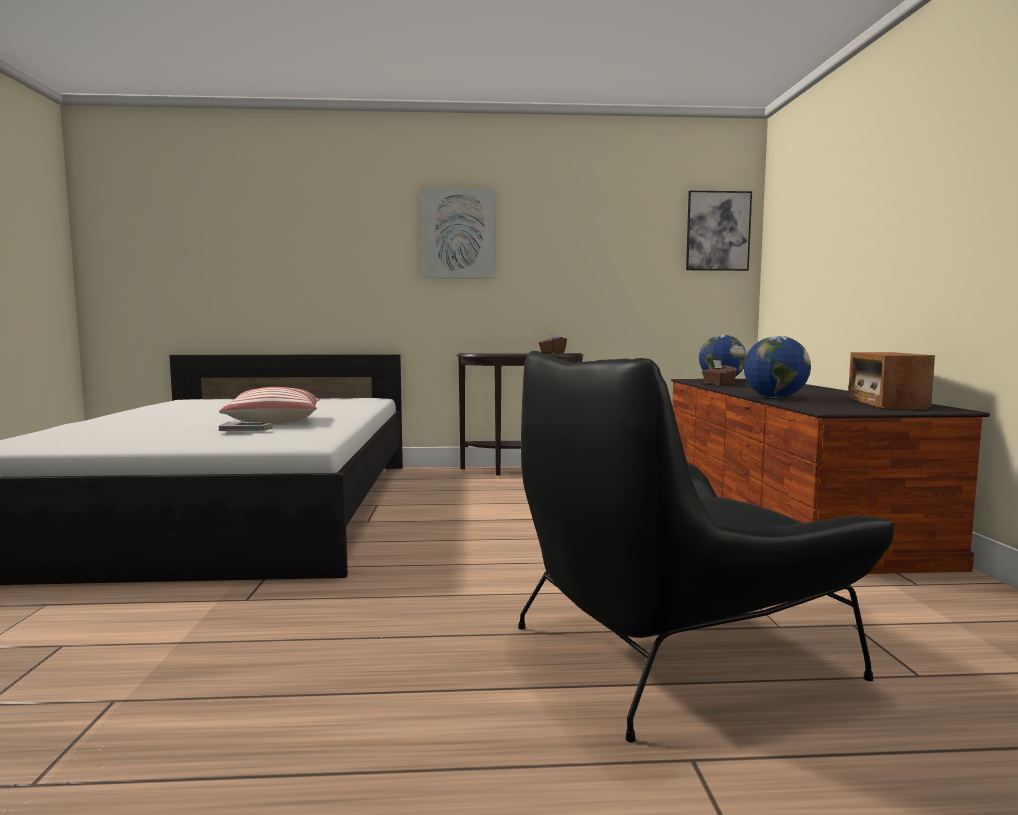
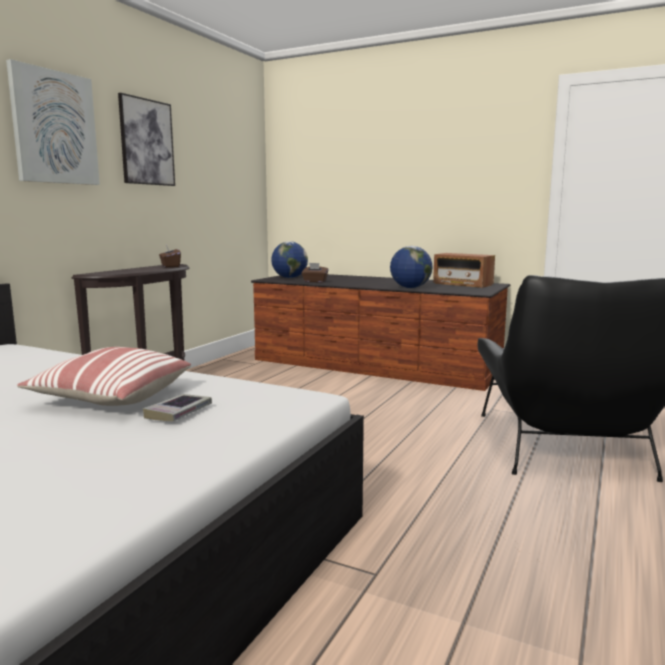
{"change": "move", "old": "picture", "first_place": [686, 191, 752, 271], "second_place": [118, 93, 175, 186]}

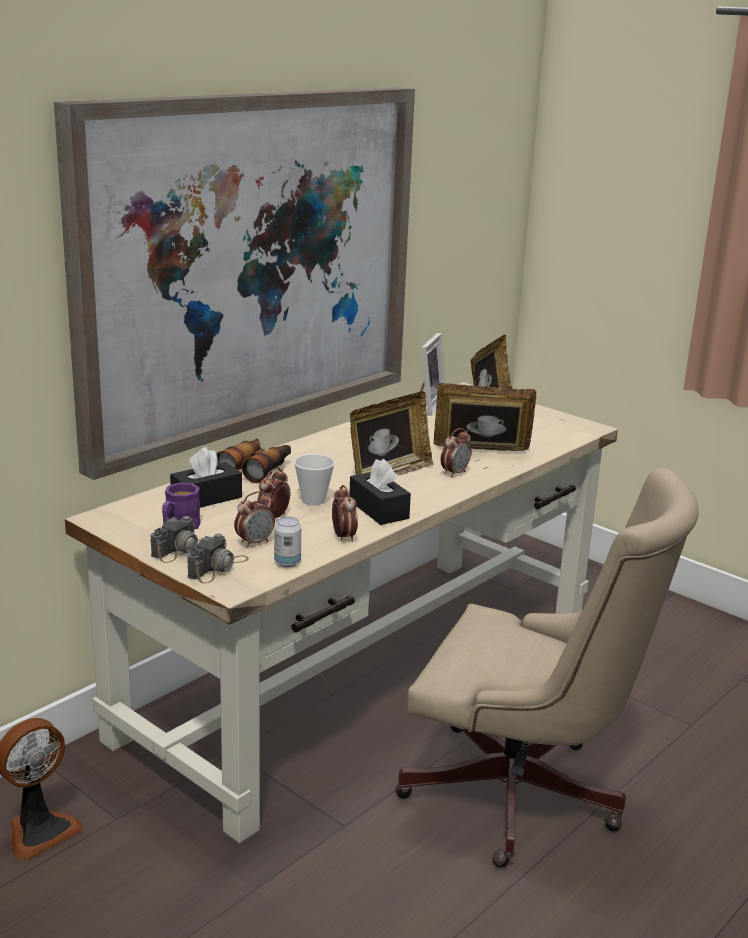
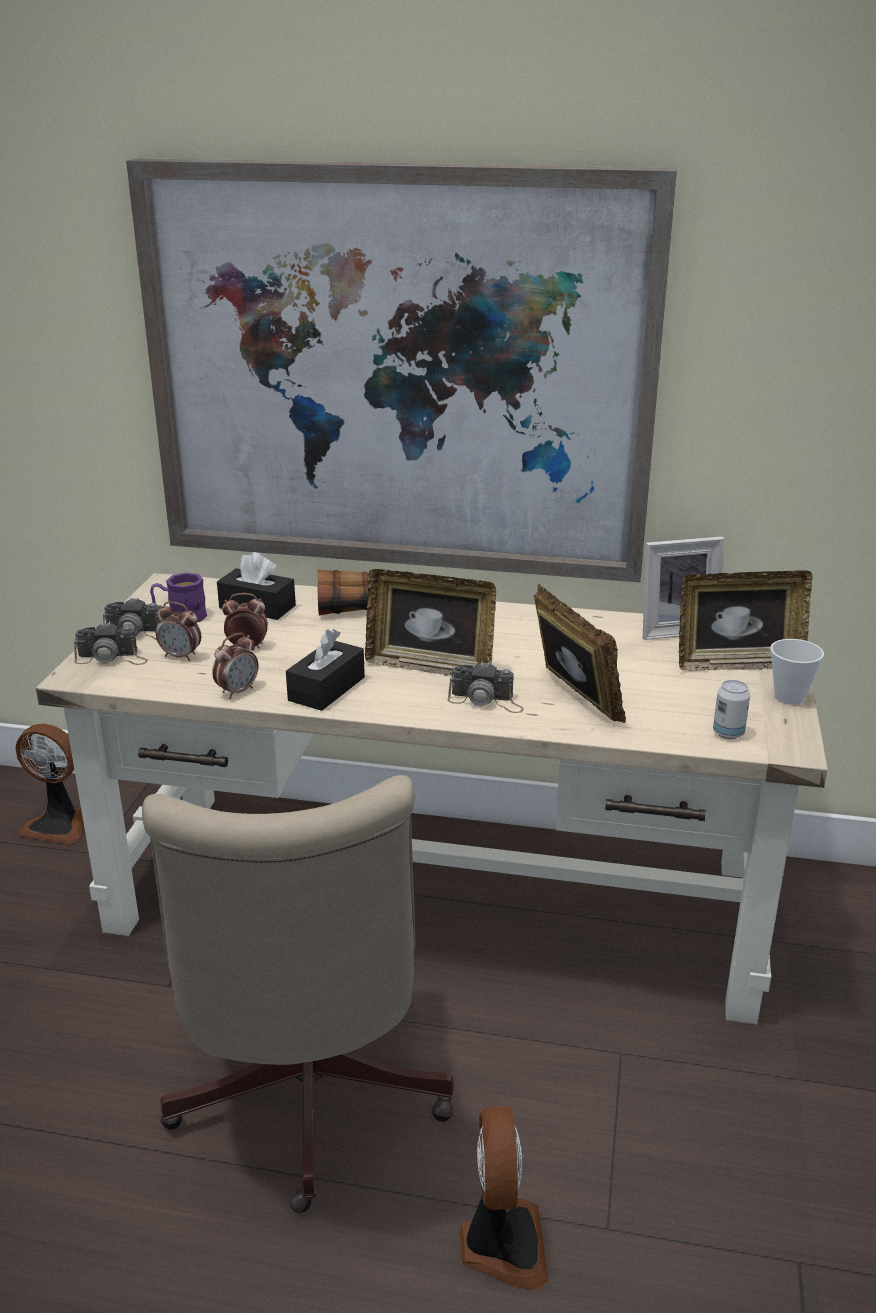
{"change": "move", "old": "metal can", "first_place": [274, 517, 301, 567], "second_place": [713, 680, 750, 739]}
{"change": "move", "old": "cup", "first_place": [294, 454, 335, 505], "second_place": [770, 639, 824, 705]}
{"change": "replace", "old": "alarm clock", "new": "still camera", "first_place": [441, 428, 472, 477], "second_place": [448, 661, 524, 713]}
{"change": "insert", "new": "cooling fan", "second_place": [459, 1106, 549, 1290]}

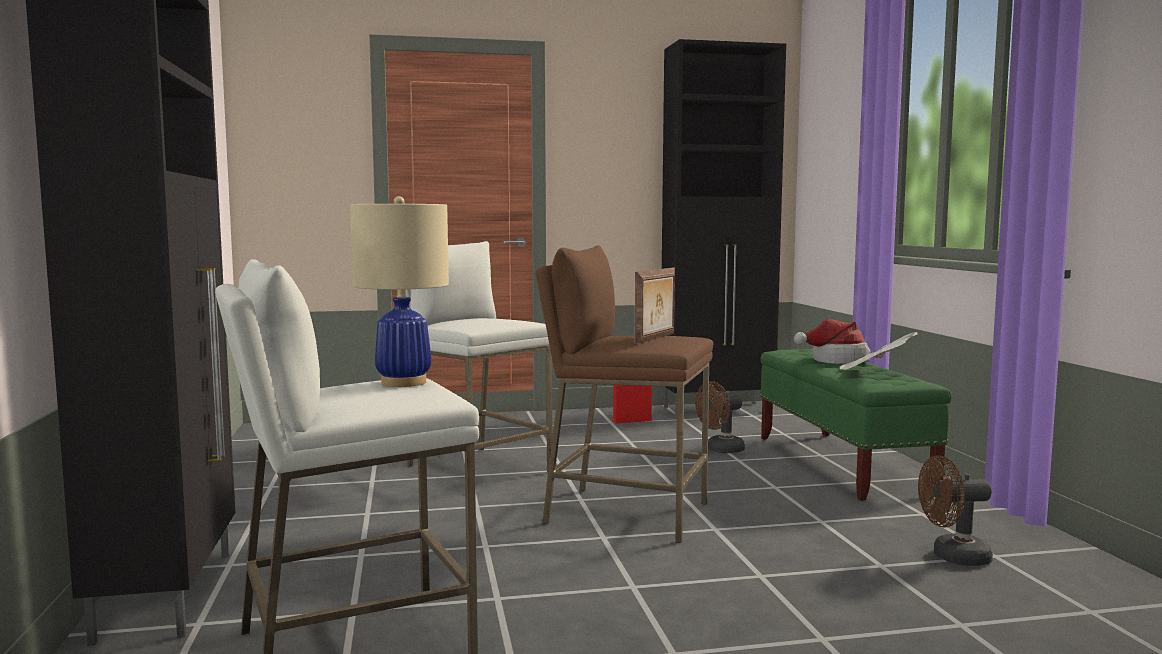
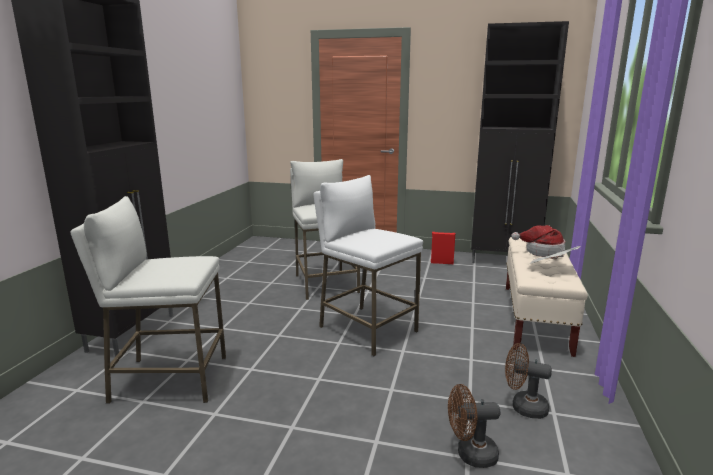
{"change": "delete", "old": "sand-coloured table lamp", "first_place": [350, 196, 449, 387]}
{"change": "recolor", "old": "brown-coloured sitting stool", "new": "white-coloured sitting stool", "first_place": [536, 245, 713, 543], "second_place": [313, 175, 423, 356]}
{"change": "delete", "old": "photo frame", "first_place": [634, 268, 675, 344]}
{"change": "move", "old": "brown-coloured cooling fan", "first_place": [695, 381, 745, 453], "second_place": [448, 384, 500, 468]}
{"change": "recolor", "old": "greenish long seat", "new": "sand-coloured long seat", "first_place": [760, 349, 952, 501], "second_place": [506, 237, 588, 357]}

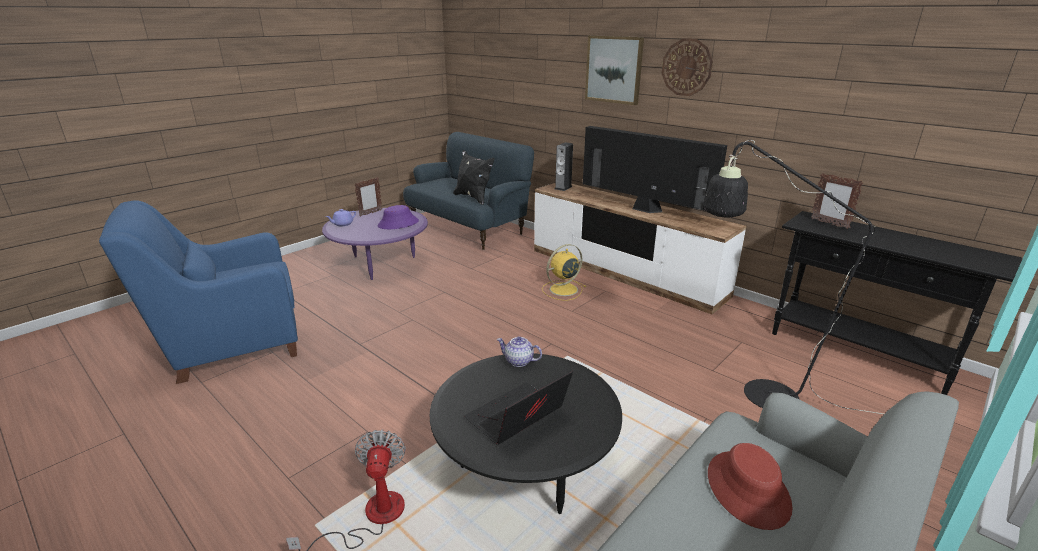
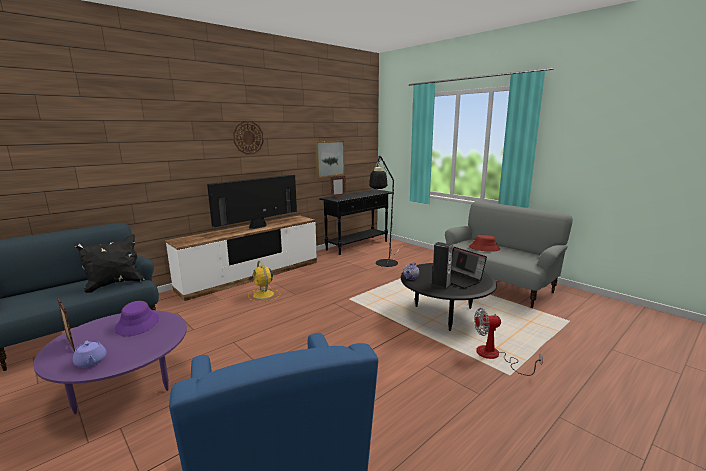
{"change": "move", "old": "loudspeaker", "first_place": [555, 142, 573, 191], "second_place": [431, 242, 453, 290]}
{"change": "move", "old": "picture", "first_place": [585, 35, 644, 105], "second_place": [315, 141, 345, 178]}

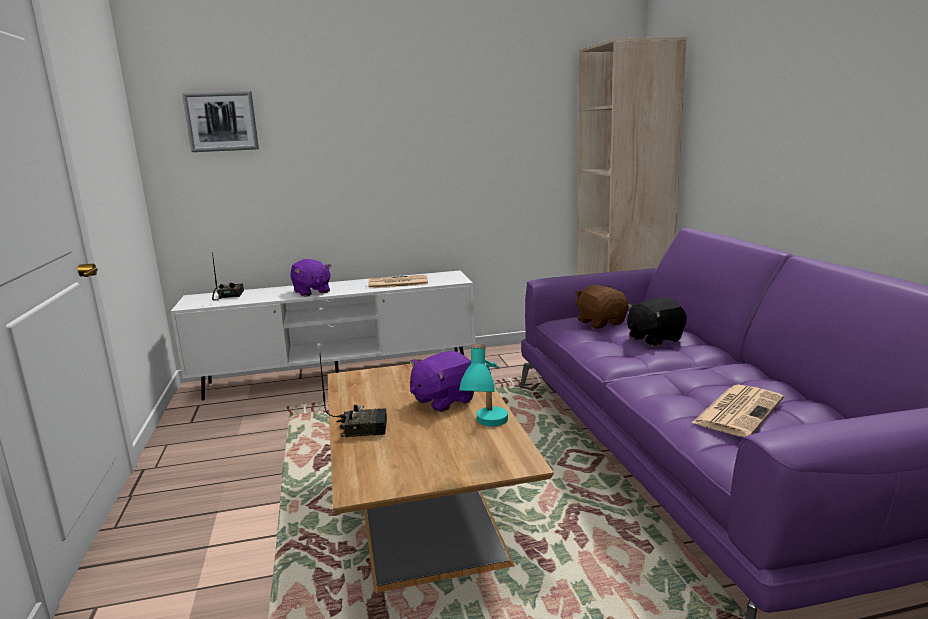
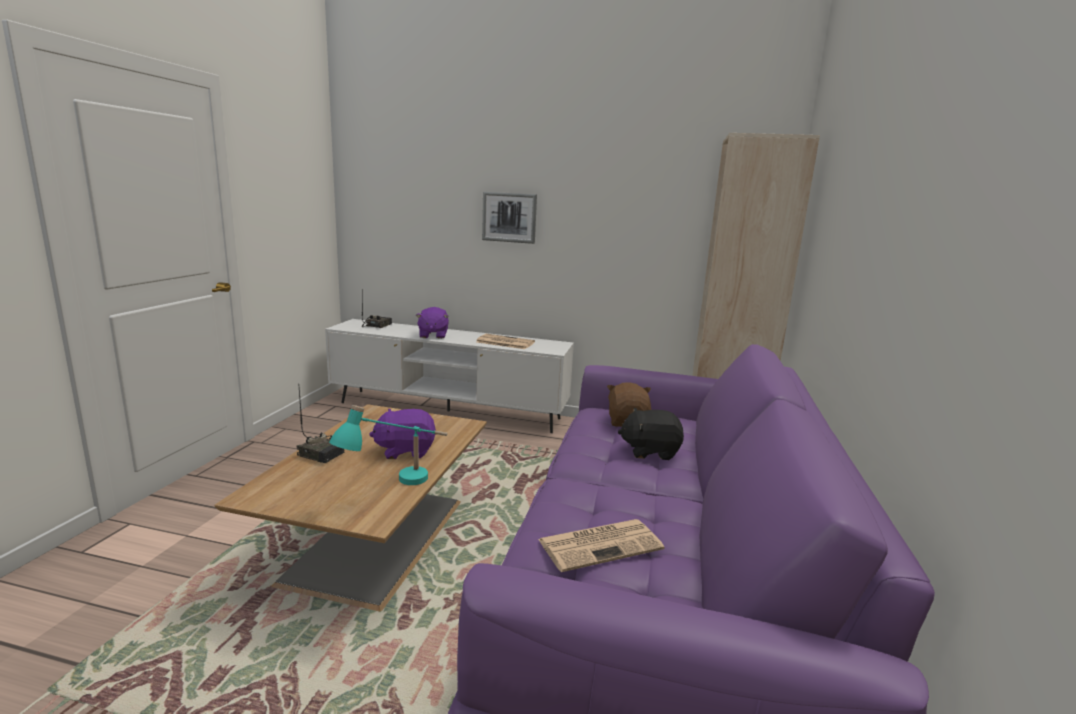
{"change": "move", "old": "picture", "first_place": [182, 91, 259, 152], "second_place": [482, 192, 537, 244]}

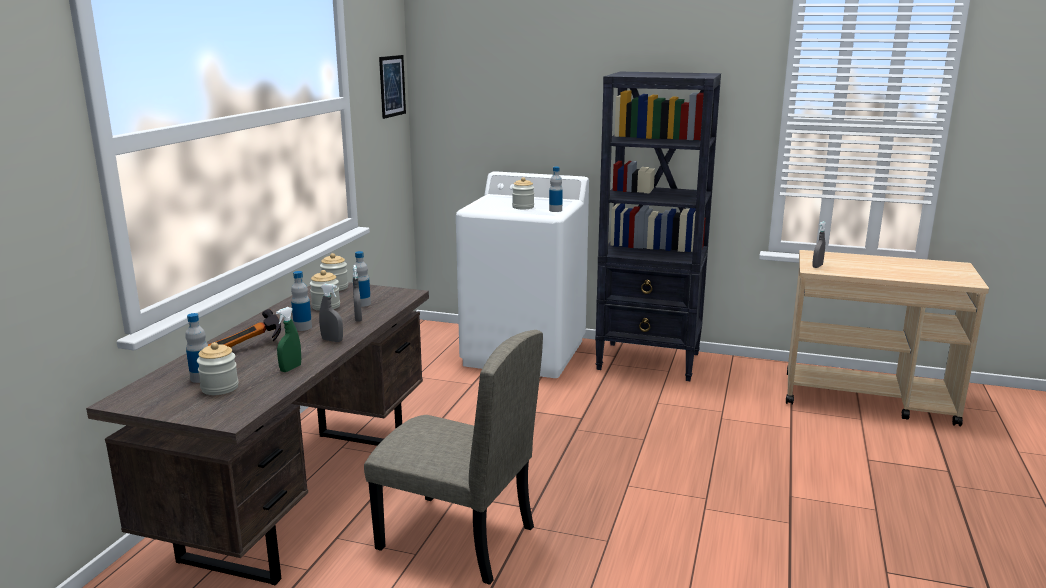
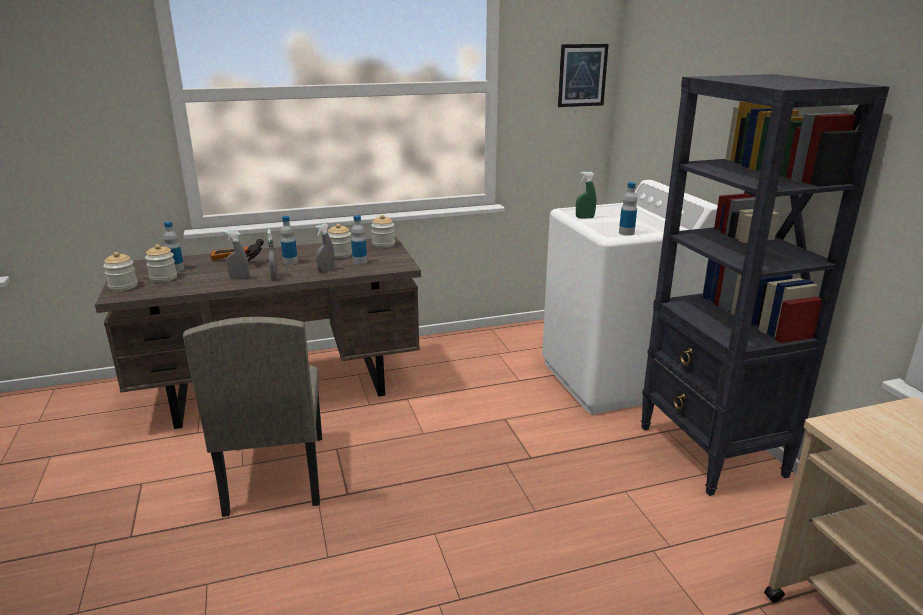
{"change": "move", "old": "greenish sprayer", "first_place": [276, 307, 301, 372], "second_place": [576, 172, 596, 219]}
{"change": "move", "old": "preserve jar", "first_place": [512, 177, 534, 209], "second_place": [103, 252, 138, 291]}
{"change": "move", "old": "greyish sprayer", "first_place": [812, 221, 826, 268], "second_place": [225, 231, 249, 279]}

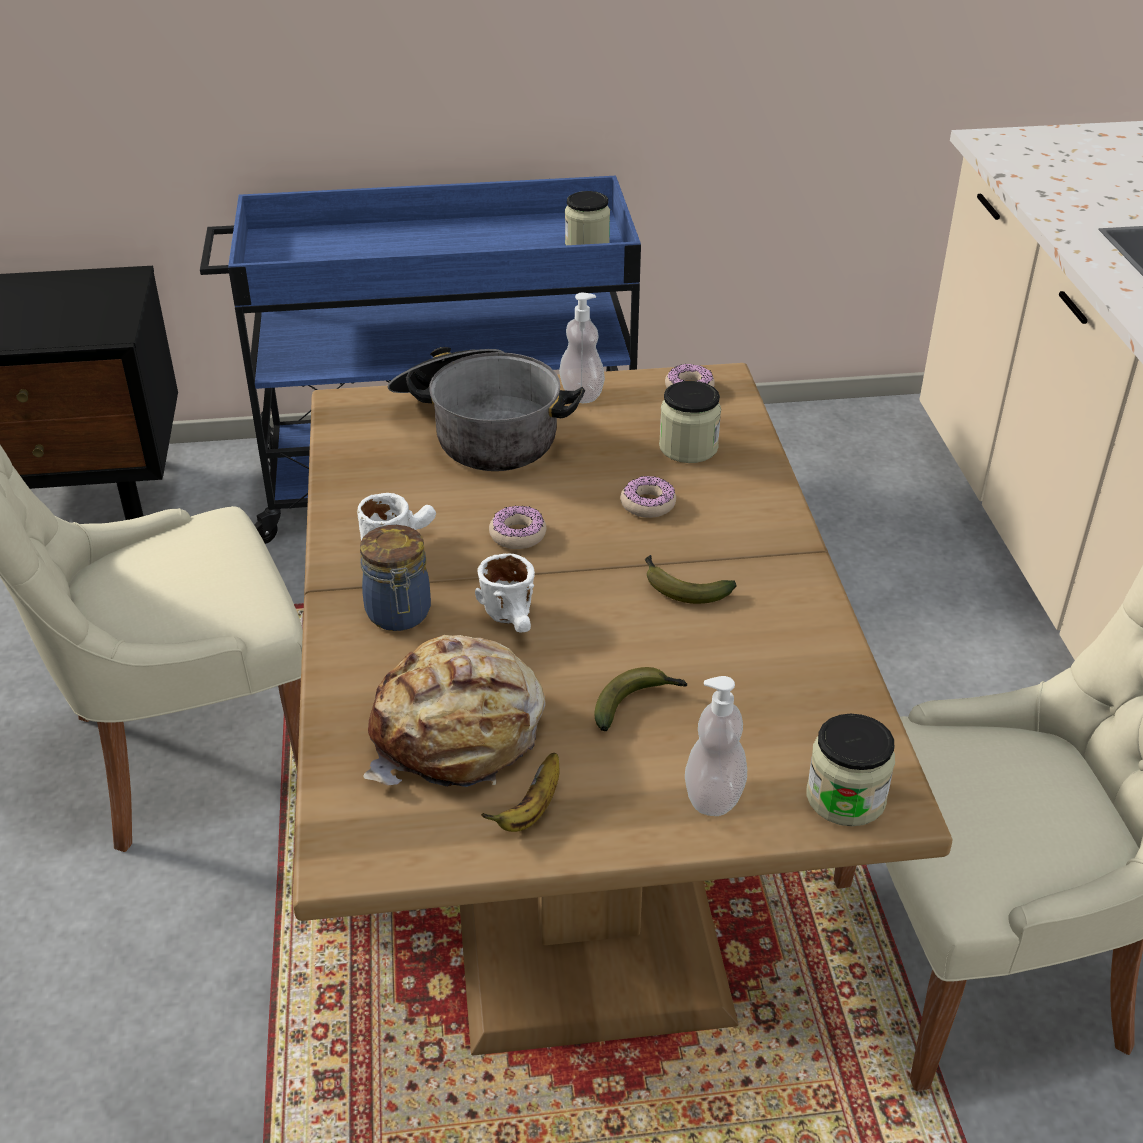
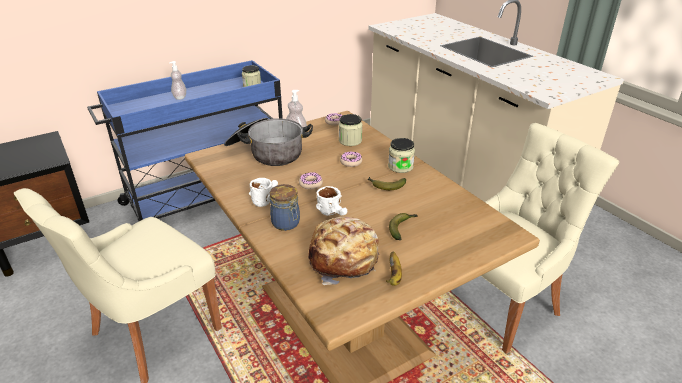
{"change": "move", "old": "liquid soap bottle", "first_place": [685, 676, 747, 816], "second_place": [169, 61, 186, 100]}
{"change": "move", "old": "preserve jar", "first_place": [806, 714, 895, 826], "second_place": [388, 138, 415, 173]}

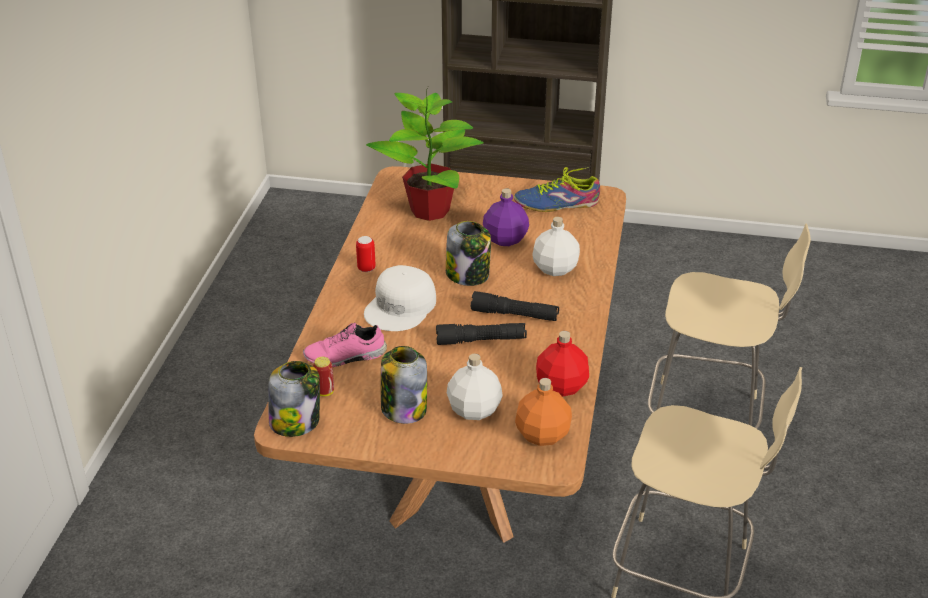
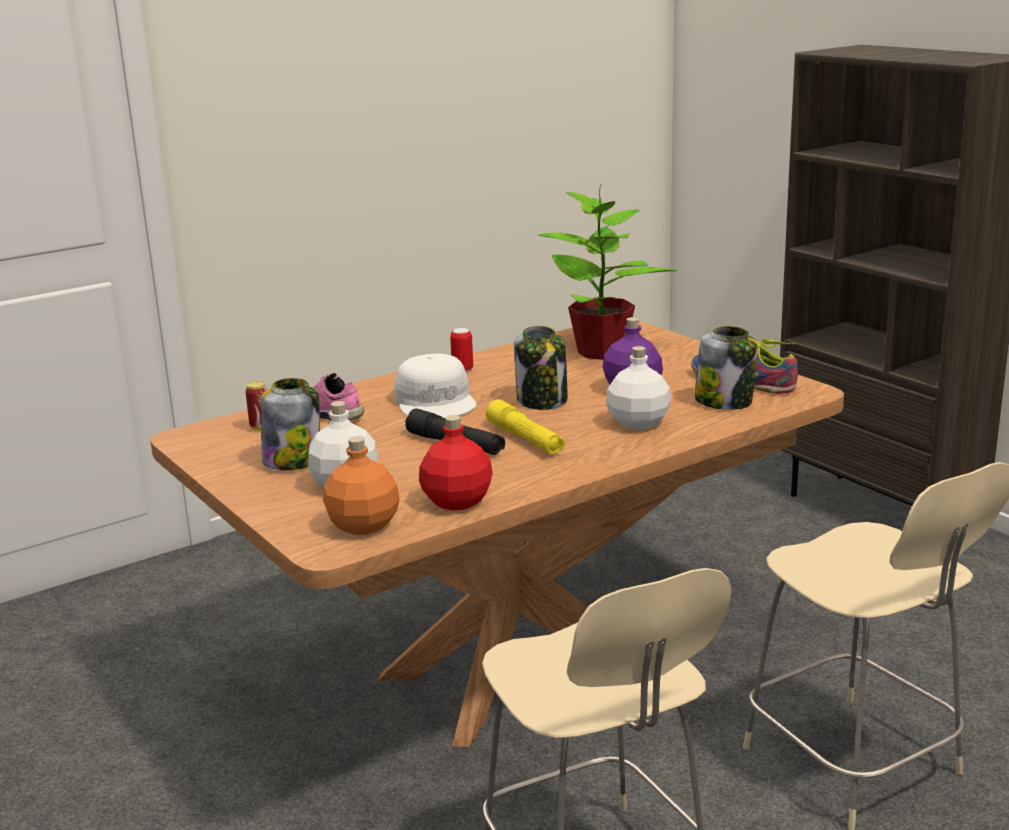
{"change": "move", "old": "preserve jar", "first_place": [268, 361, 320, 437], "second_place": [695, 326, 758, 410]}
{"change": "rotate", "old": "white-coloured peaked cap", "first_place": [364, 265, 436, 331], "second_place": [394, 354, 476, 418], "degrees": -90}
{"change": "recolor", "old": "black flashlight", "new": "yellowish flashlight", "first_place": [471, 291, 559, 321], "second_place": [486, 399, 565, 454]}

